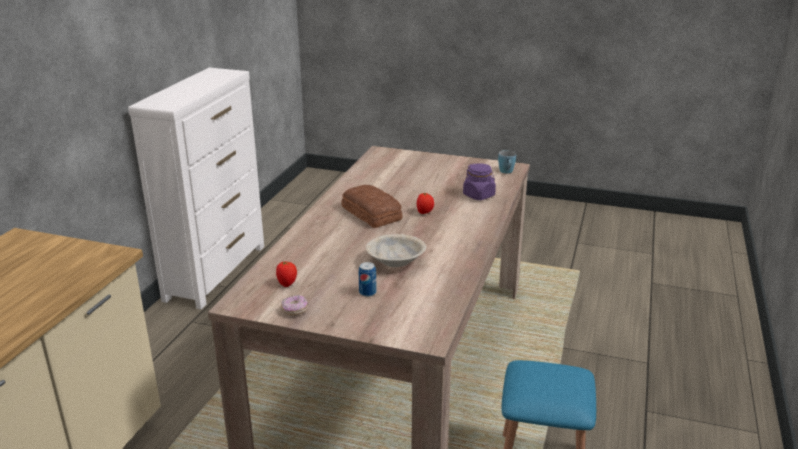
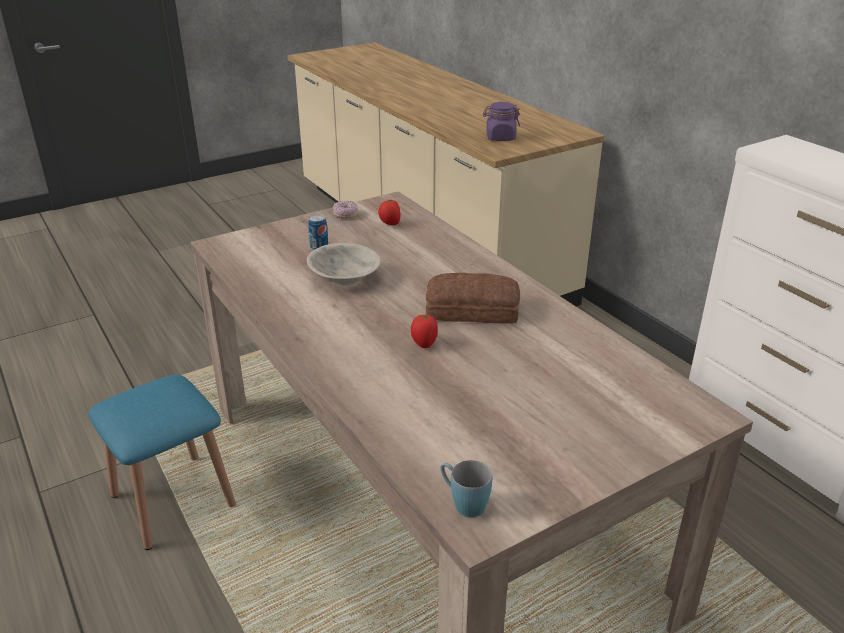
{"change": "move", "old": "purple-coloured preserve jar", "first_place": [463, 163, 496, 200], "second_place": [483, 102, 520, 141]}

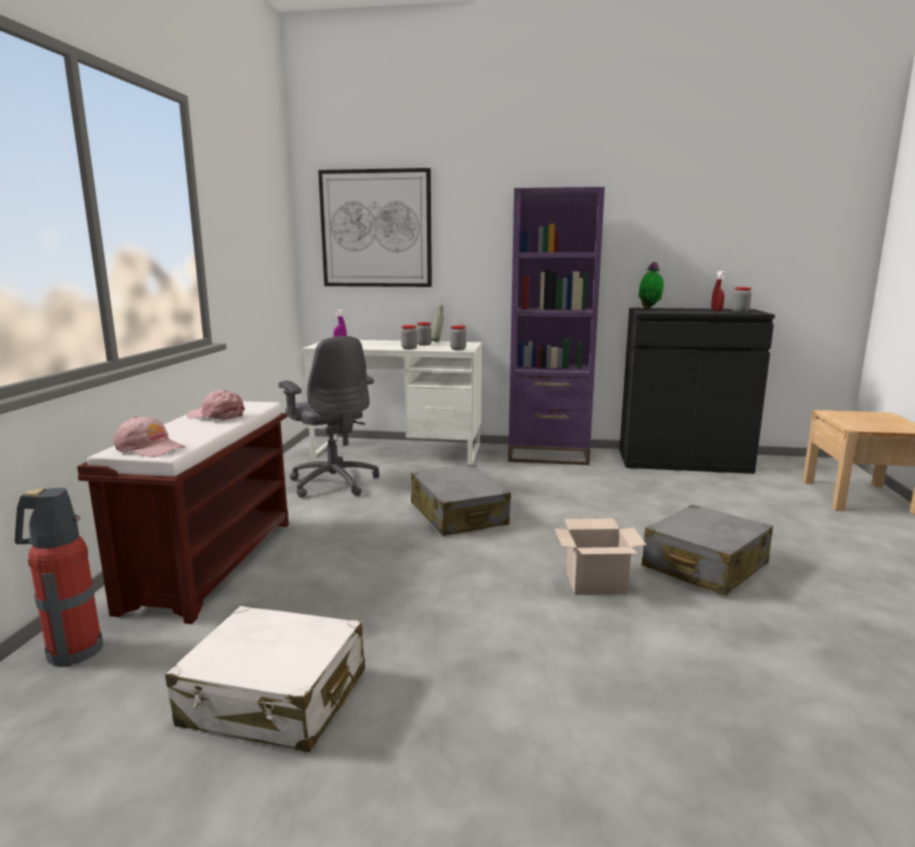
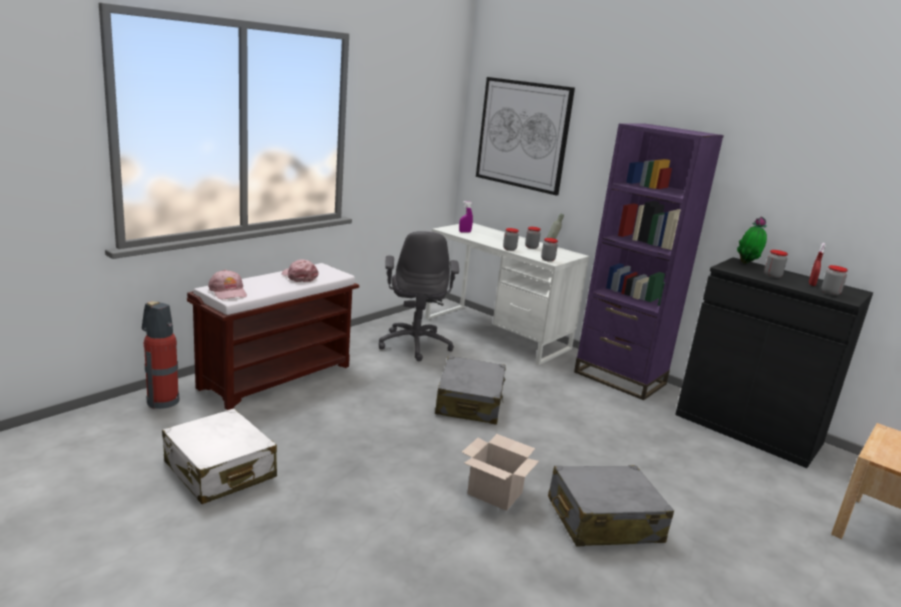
{"change": "insert", "new": "preserve jar", "second_place": [764, 250, 788, 278]}

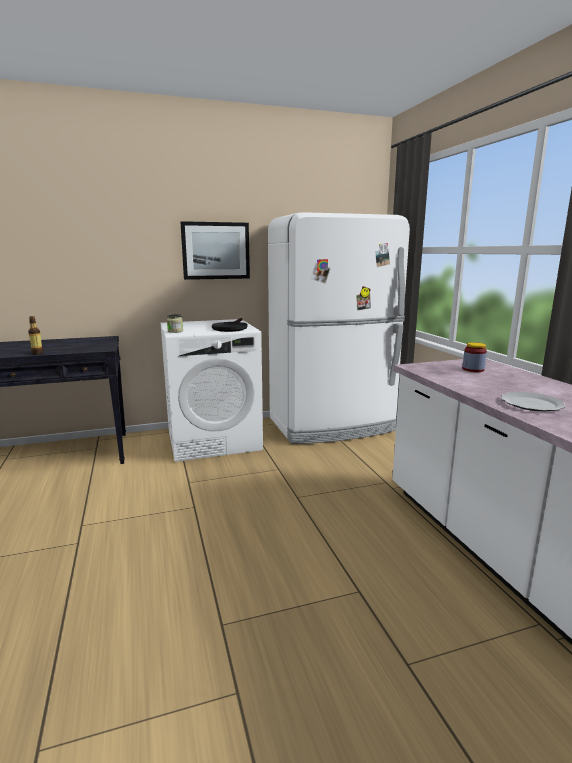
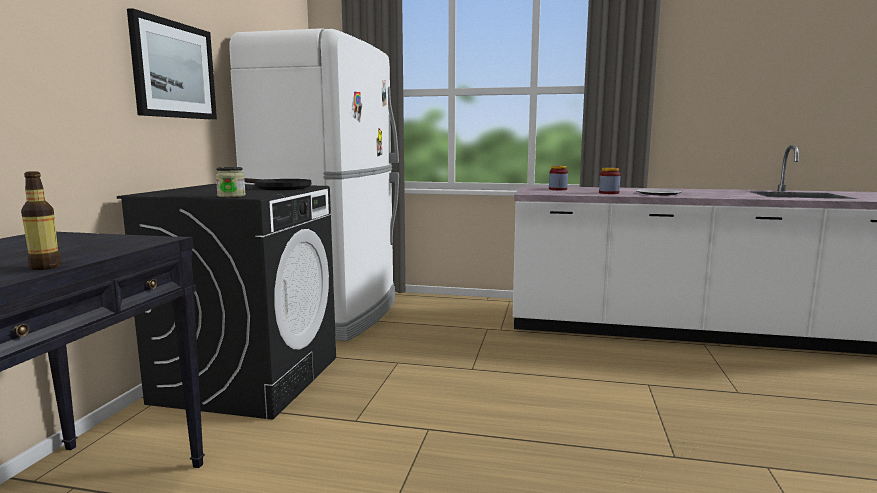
{"change": "recolor", "old": "white-coloured laundry machine", "new": "black laundry machine", "first_place": [160, 319, 263, 462], "second_place": [117, 184, 336, 420]}
{"change": "insert", "new": "preserve jar", "second_place": [599, 168, 620, 194]}

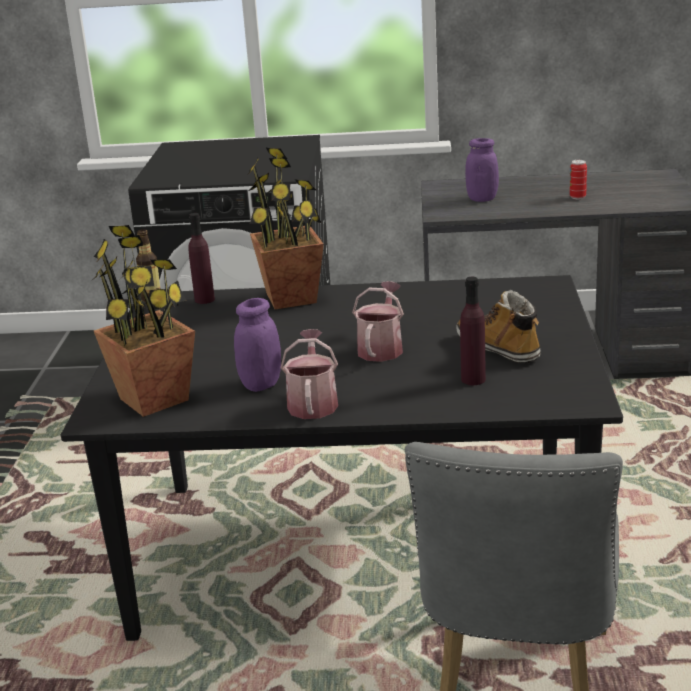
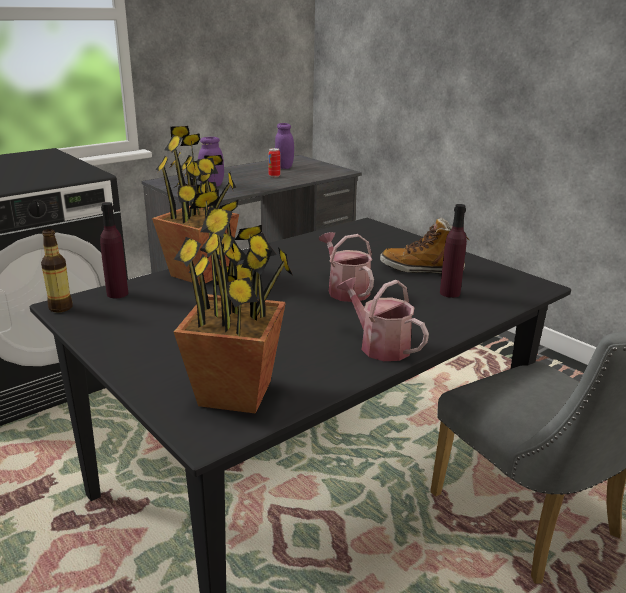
{"change": "move", "old": "purple-coloured preserve jar", "first_place": [234, 298, 281, 392], "second_place": [275, 123, 294, 169]}

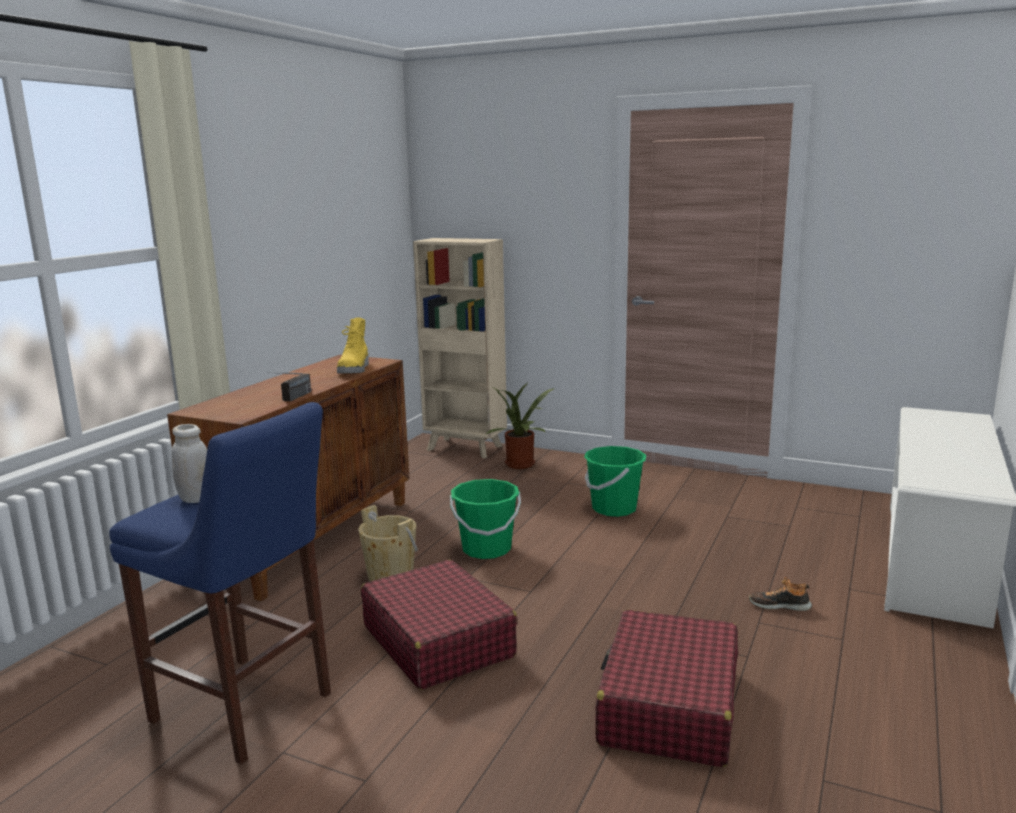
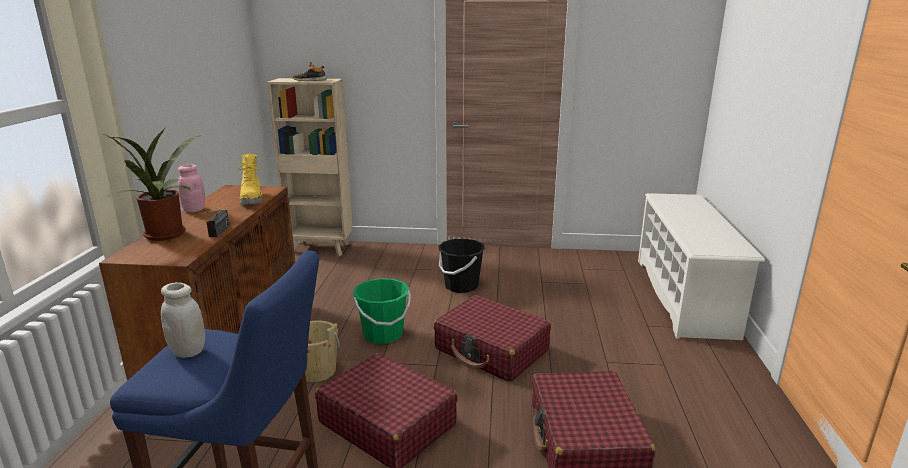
{"change": "move", "old": "plant in a pot", "first_place": [485, 382, 554, 469], "second_place": [103, 129, 201, 241]}
{"change": "recolor", "old": "greenish bucket", "new": "black bucket", "first_place": [584, 446, 646, 517], "second_place": [438, 239, 485, 293]}
{"change": "move", "old": "low shoe", "first_place": [749, 577, 812, 611], "second_place": [292, 62, 327, 81]}
{"change": "insert", "new": "pink preserve jar", "second_place": [178, 164, 205, 212]}
{"change": "insert", "new": "red-coloured suitcase", "second_place": [434, 295, 551, 382]}

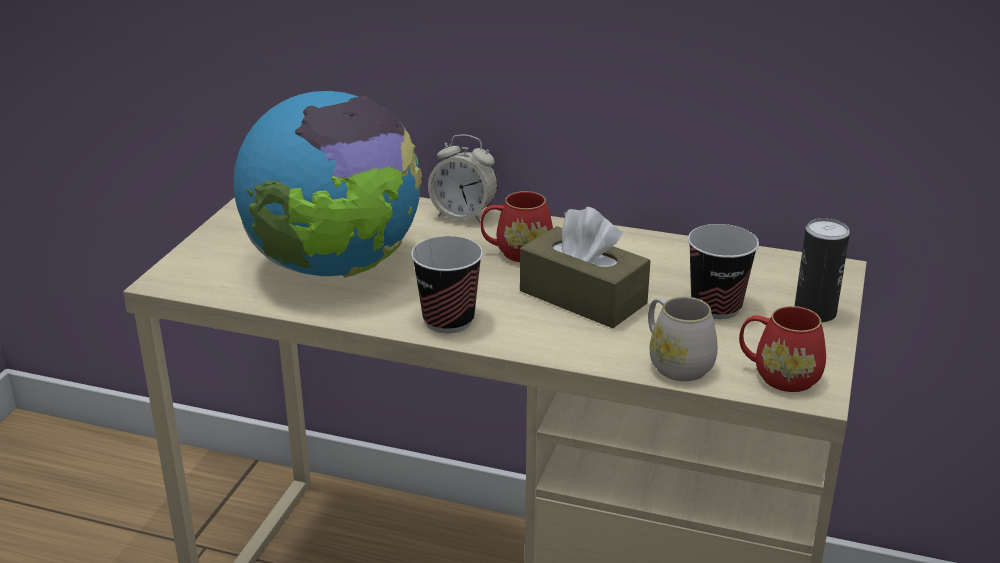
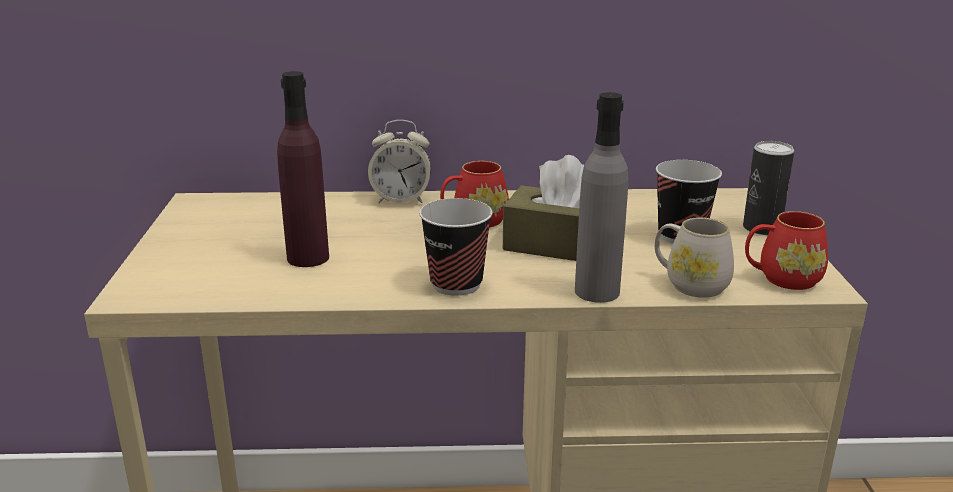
{"change": "replace", "old": "world globe", "new": "purple-coloured drink bottle", "first_place": [234, 91, 422, 277], "second_place": [277, 71, 329, 267]}
{"change": "insert", "new": "greyish drink bottle", "second_place": [575, 92, 628, 303]}

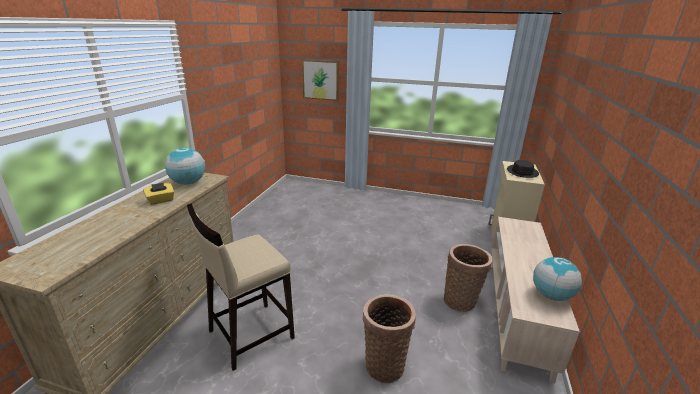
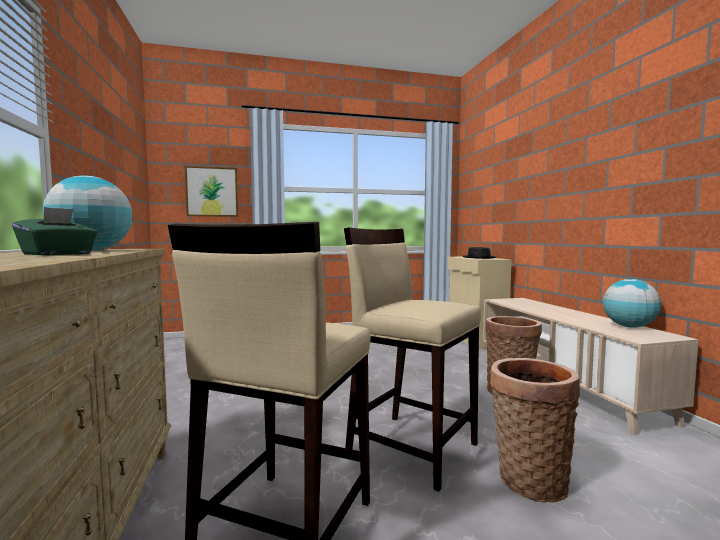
{"change": "recolor", "old": "yellowish tissue holder", "new": "greenish tissue holder", "first_place": [143, 183, 174, 205], "second_place": [12, 207, 97, 255]}
{"change": "insert", "new": "sand-coloured sitting stool", "second_place": [344, 227, 481, 492]}

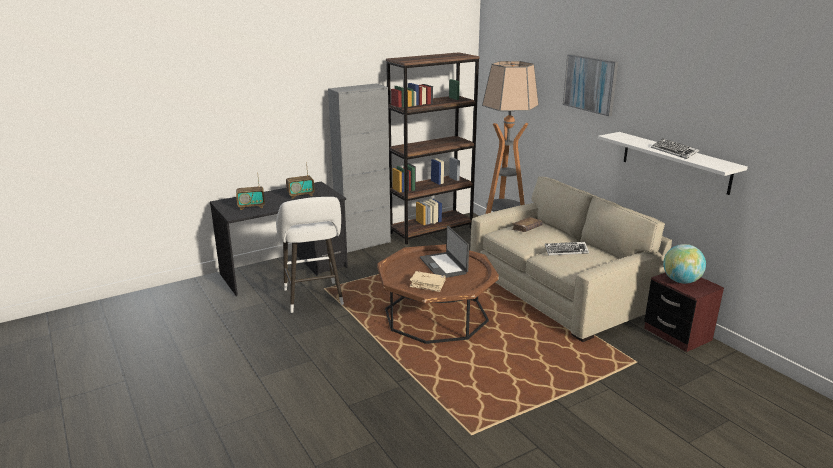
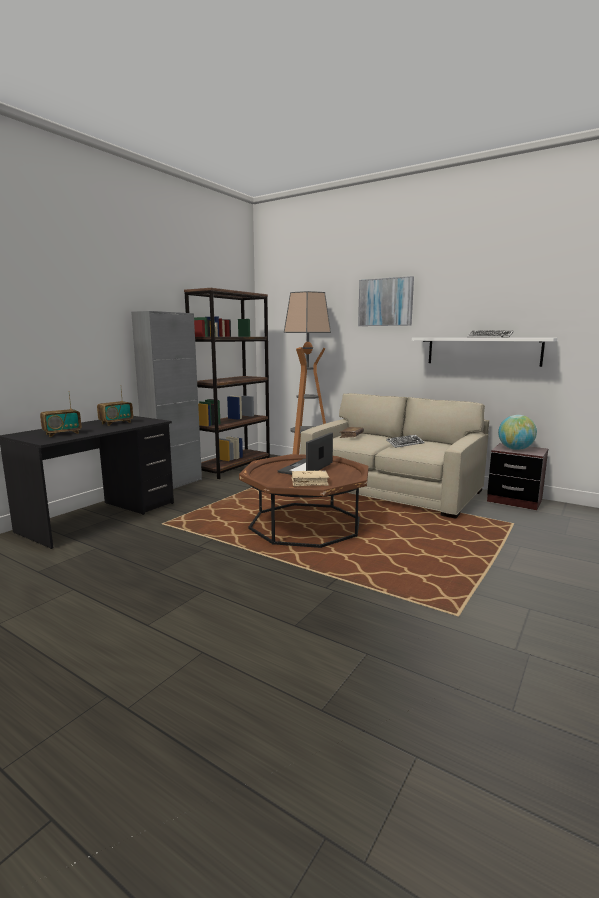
{"change": "delete", "old": "white-coloured sitting stool", "first_place": [276, 197, 344, 313]}
{"change": "rotate", "old": "notebook computer", "first_place": [420, 226, 469, 278], "second_place": [278, 432, 333, 475], "degrees": 75}

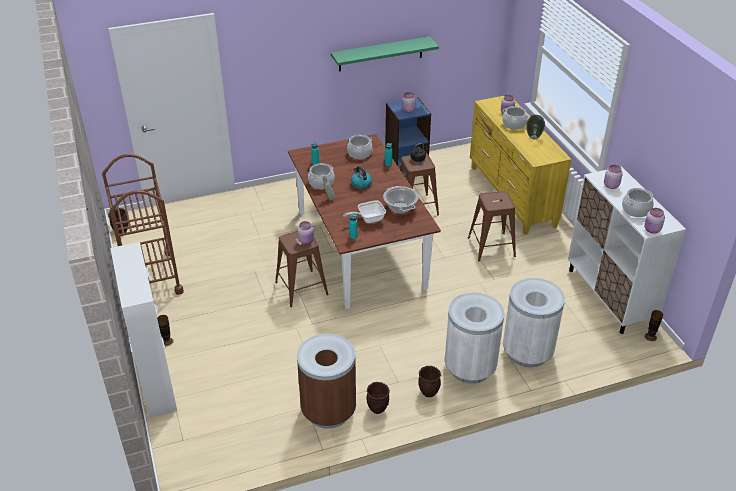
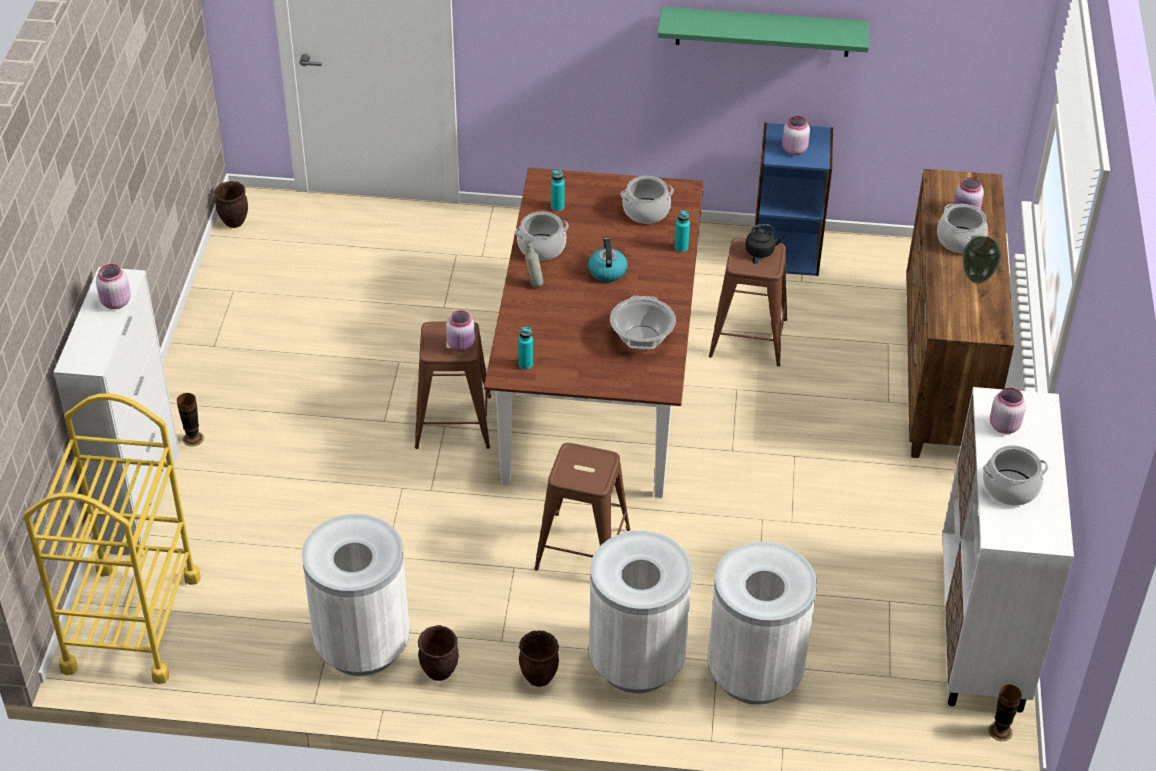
{"change": "delete", "old": "brown-coloured cart", "first_place": [102, 154, 184, 295]}
{"change": "recolor", "old": "brown-coloured trash can", "new": "white-coloured trash can", "first_place": [297, 333, 356, 429], "second_place": [302, 514, 410, 676]}
{"change": "delete", "old": "frying pan", "first_place": [343, 200, 386, 223]}
{"change": "move", "old": "brown-coloured sitting stool", "first_place": [468, 191, 516, 261], "second_place": [534, 443, 630, 571]}
{"change": "recolor", "old": "yellowish chest of drawers", "new": "brown-coloured chest of drawers", "first_place": [470, 96, 572, 235], "second_place": [906, 169, 1014, 458]}
{"change": "move", "old": "pink preserve jar", "first_place": [644, 208, 665, 234], "second_place": [96, 264, 130, 309]}
{"change": "insert", "new": "yellowish cart", "second_place": [24, 393, 201, 684]}

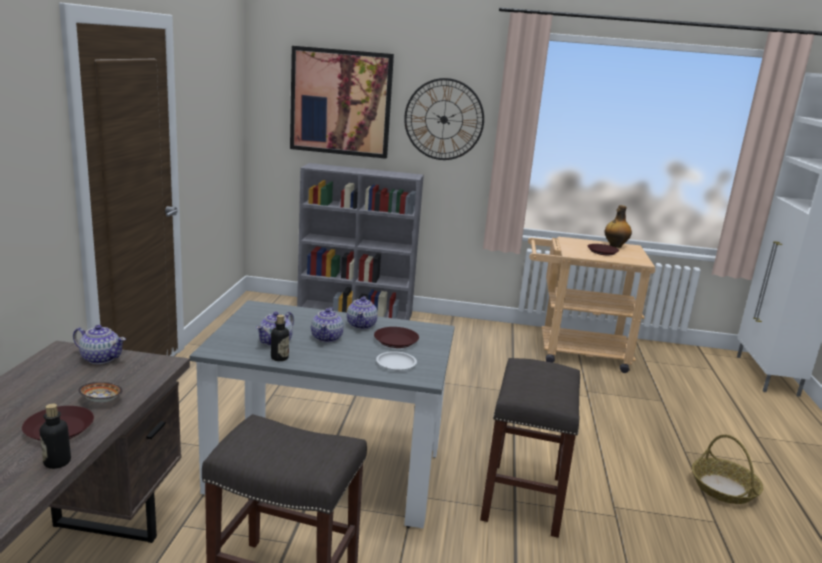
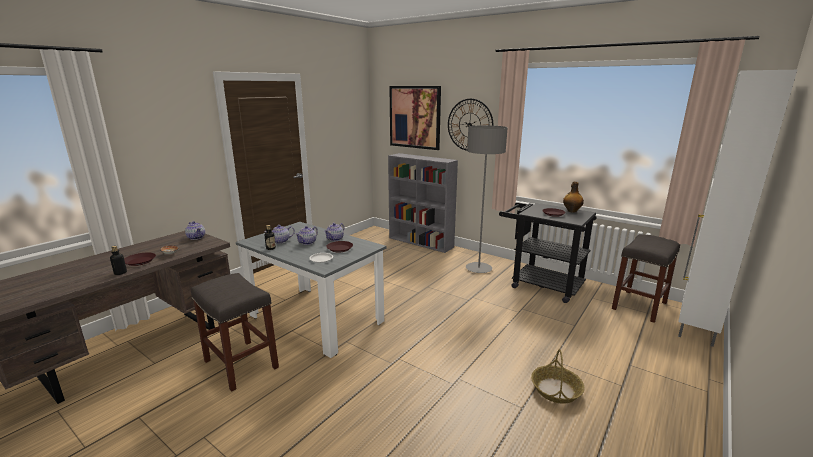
{"change": "move", "old": "greyish sitting stool", "first_place": [480, 358, 580, 538], "second_place": [612, 234, 680, 323]}
{"change": "recolor", "old": "sand-coloured cart", "new": "black cart", "first_place": [528, 237, 655, 373], "second_place": [499, 203, 597, 303]}
{"change": "insert", "new": "greyish standing lamp", "second_place": [466, 125, 508, 273]}

